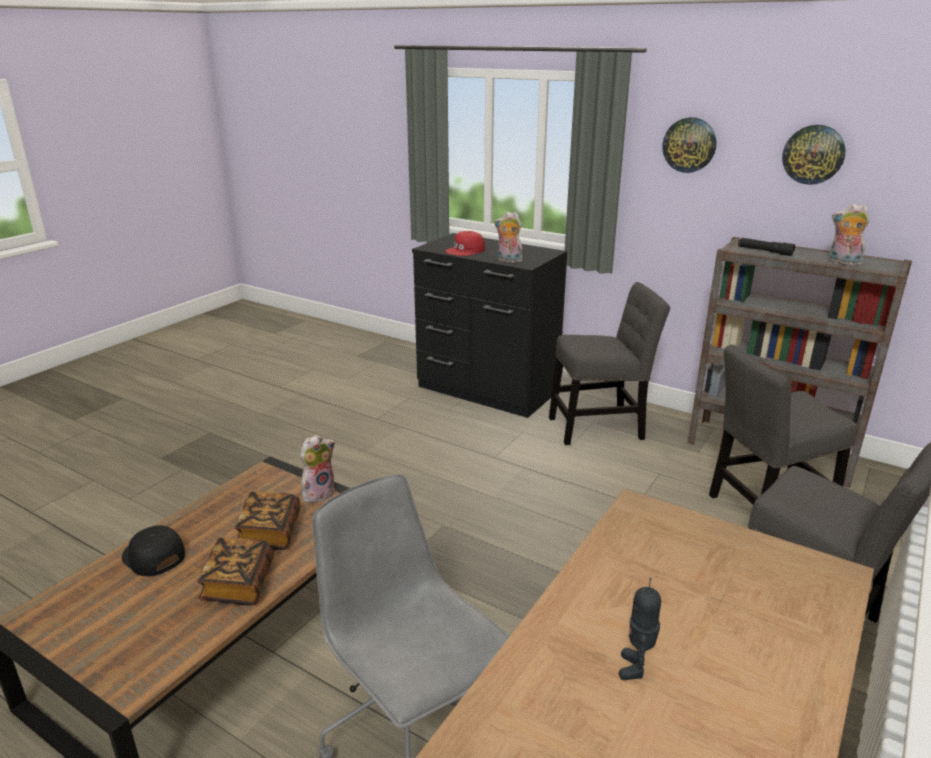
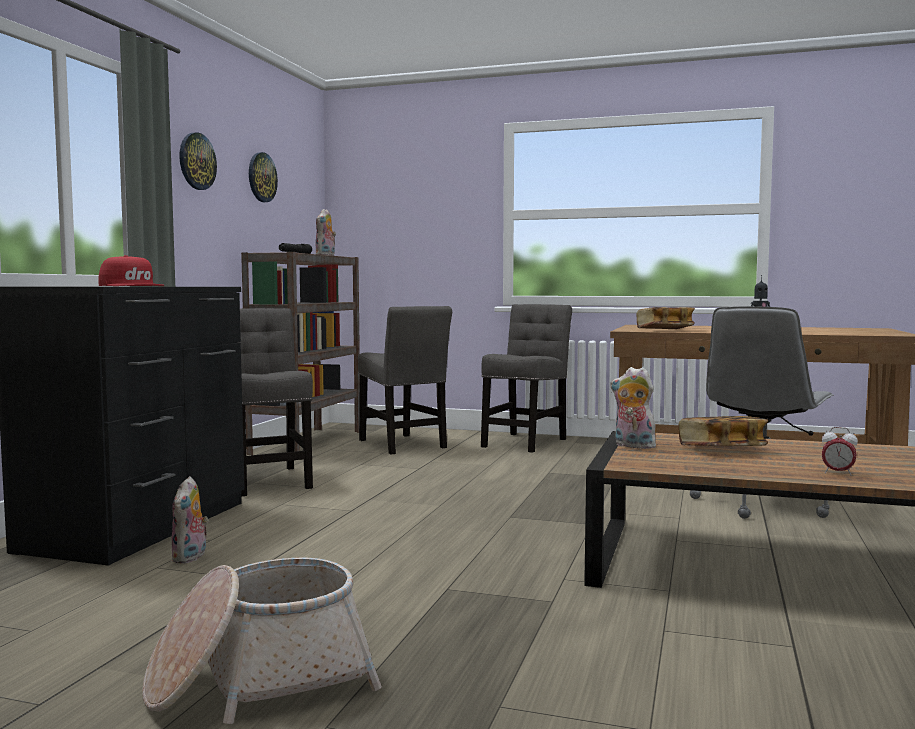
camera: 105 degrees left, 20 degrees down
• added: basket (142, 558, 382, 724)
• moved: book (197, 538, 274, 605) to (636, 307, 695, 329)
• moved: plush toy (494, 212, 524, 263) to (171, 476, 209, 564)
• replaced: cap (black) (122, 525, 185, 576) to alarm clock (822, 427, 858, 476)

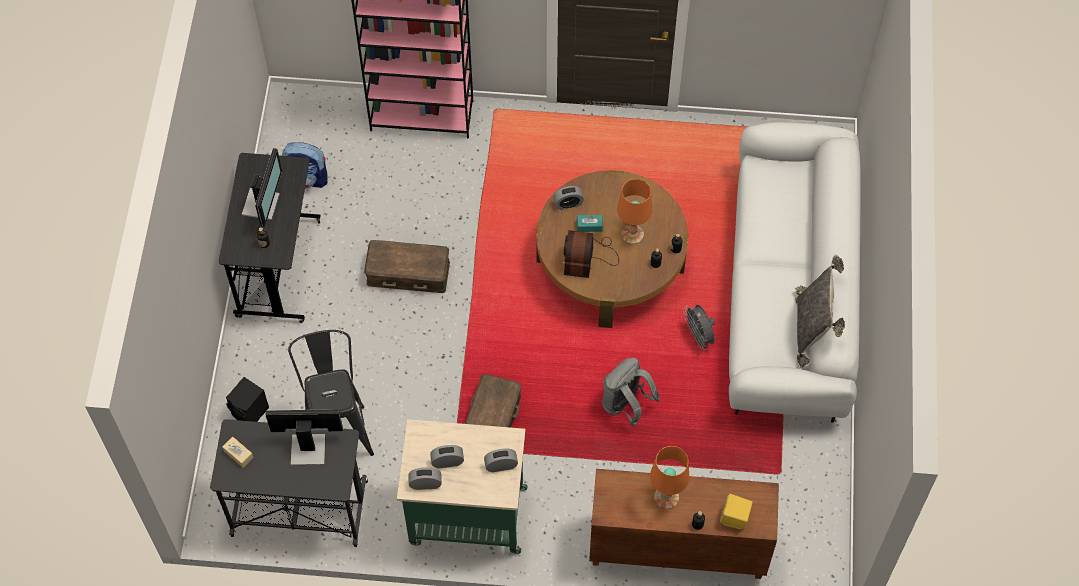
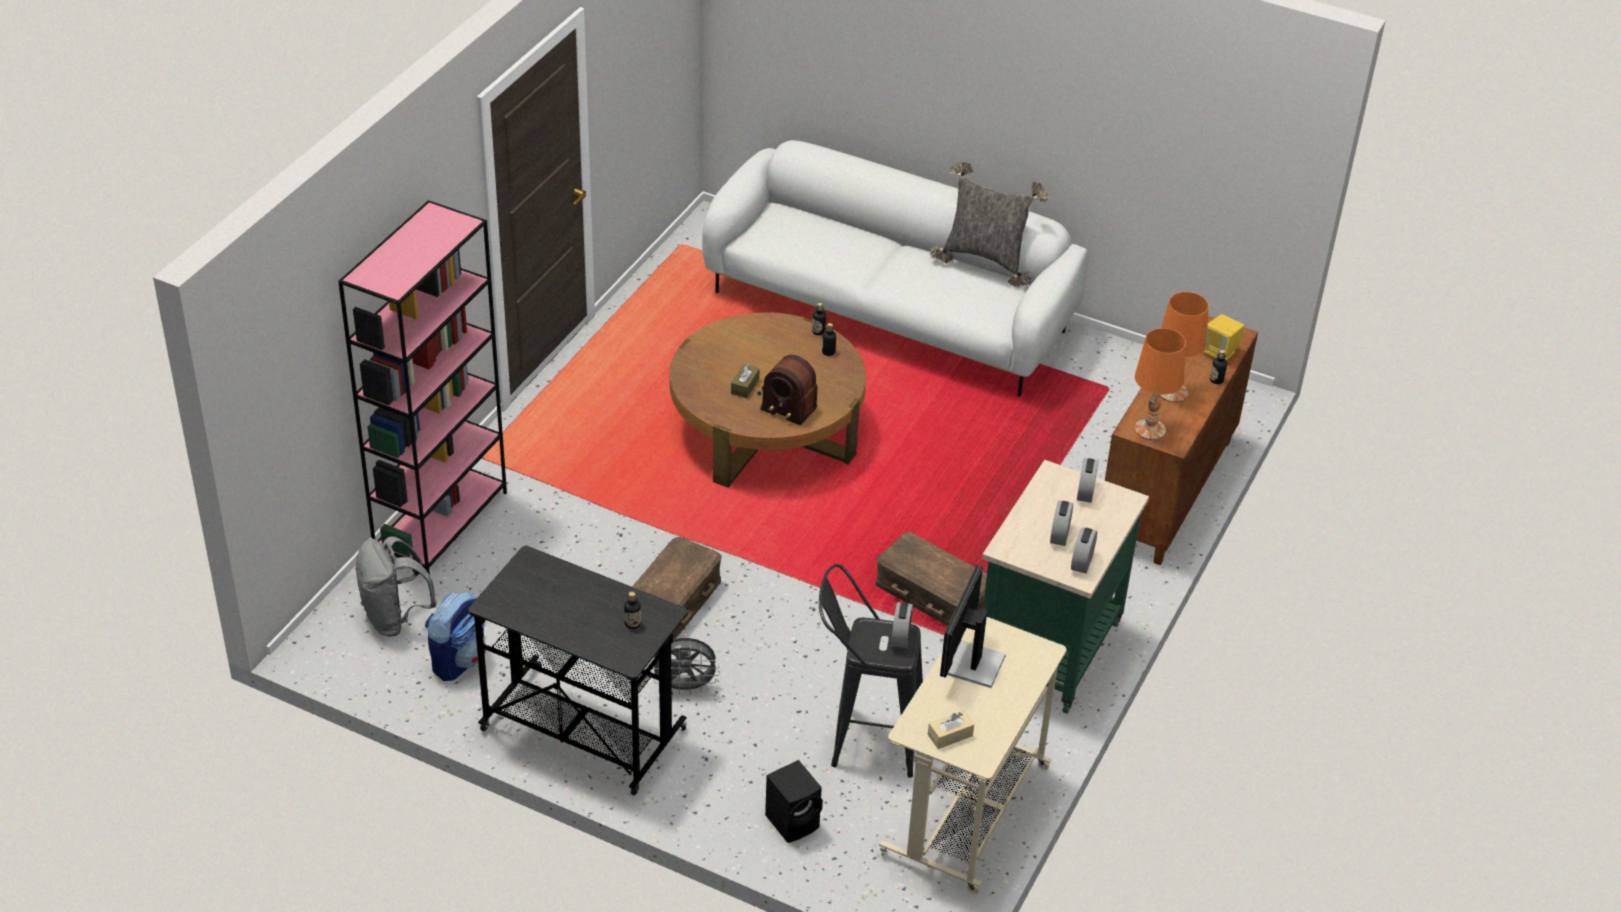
camera: 70 degrees left, 20 degrees down
• removed: monitor (242, 148, 282, 227)
• moved: alarm clock (553, 186, 584, 210) to (891, 602, 913, 648)
• moved: backpack (grey) (602, 358, 660, 426) to (356, 536, 437, 636)
• moved: table lamp (orange) (617, 179, 652, 244) to (1135, 328, 1186, 440)
• moved: fan (grey) (683, 305, 715, 351) to (652, 638, 720, 695)
• recoloured: desk (black) (210, 419, 368, 547) to desk (beige) (879, 617, 1067, 894)
• recoloured: tissue box (turquoise) (577, 215, 603, 232) to tissue box (brown) (731, 363, 759, 398)

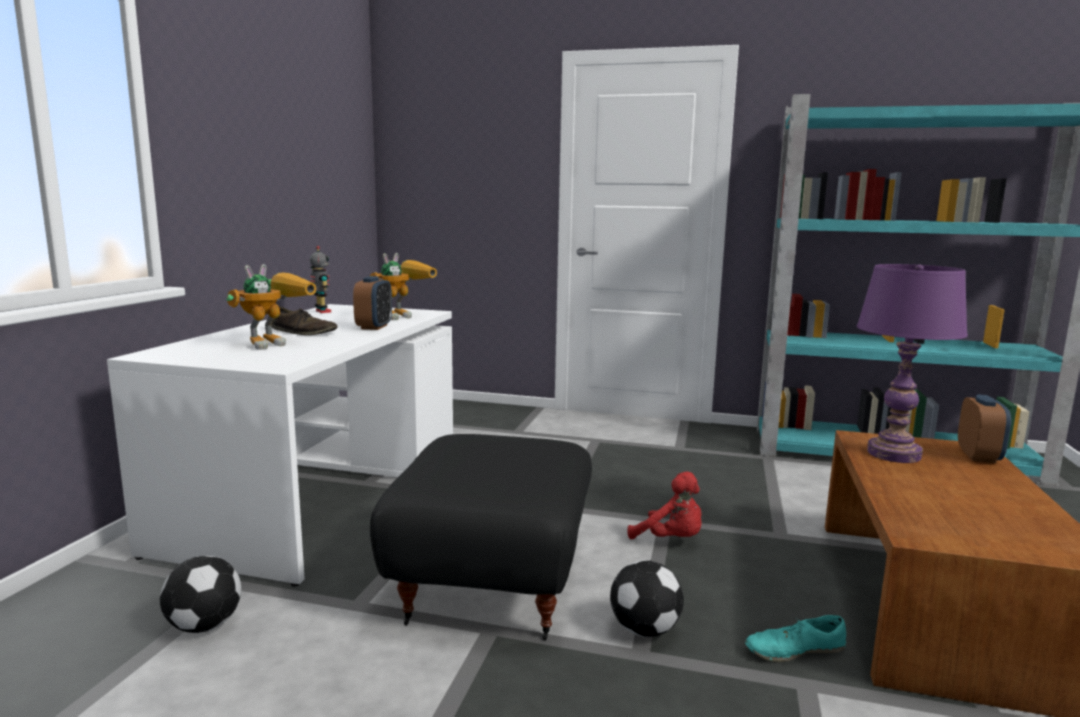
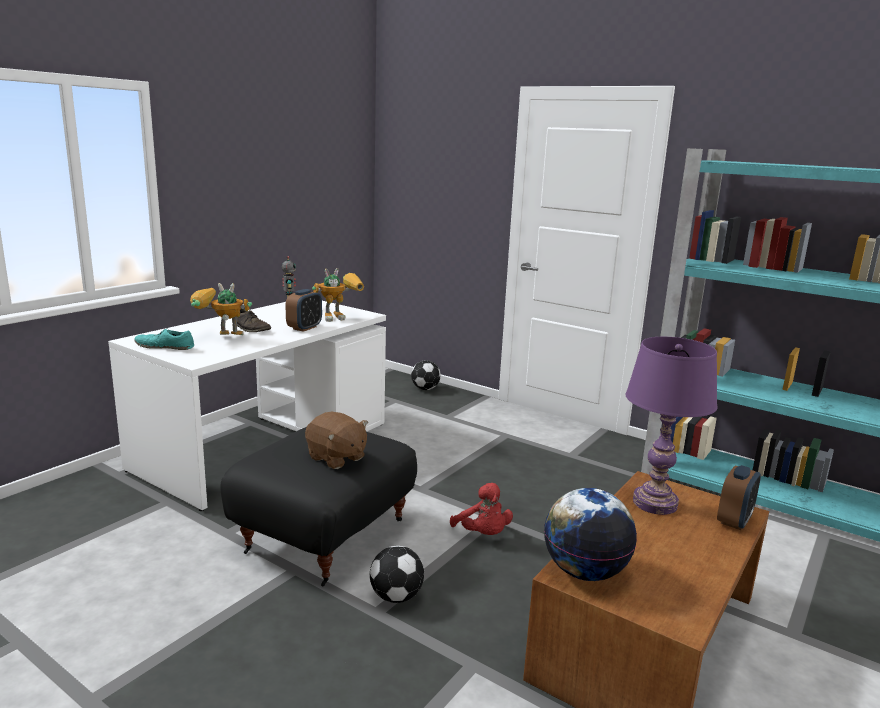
camera: 20 degrees right, 5 degrees up
• added: plush toy (brown) (305, 412, 368, 469)
• added: globe (544, 488, 637, 581)
• moved: football (160, 556, 241, 633) to (411, 360, 441, 390)
• moved: shoe (turquoise) (745, 615, 846, 662) to (134, 329, 194, 350)
• turned: toy robot (226, 264, 317, 350) = (190, 283, 252, 335) 150 degrees counterclockwise

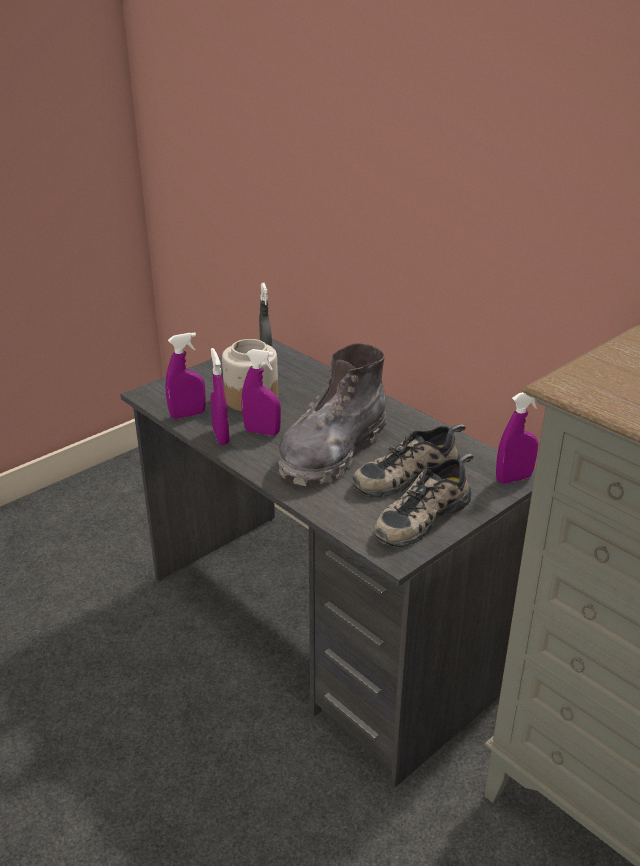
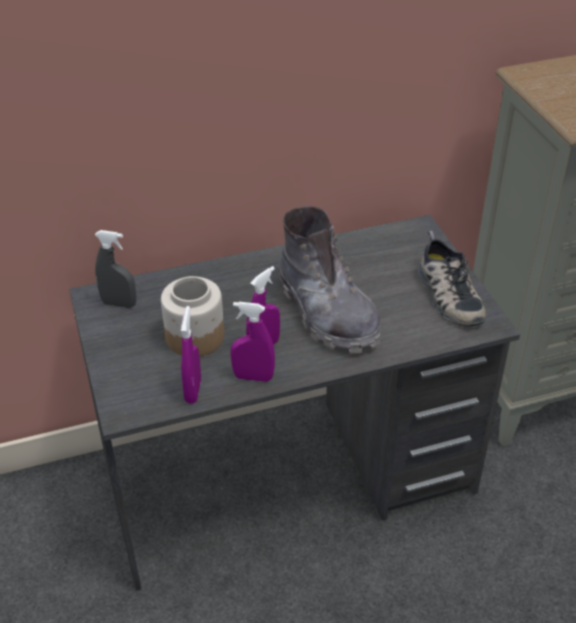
camera: 65 degrees left, 10 degrees up
• removed: shoe (352, 424, 466, 497)
• removed: spray bottle (purple) (496, 392, 539, 484)

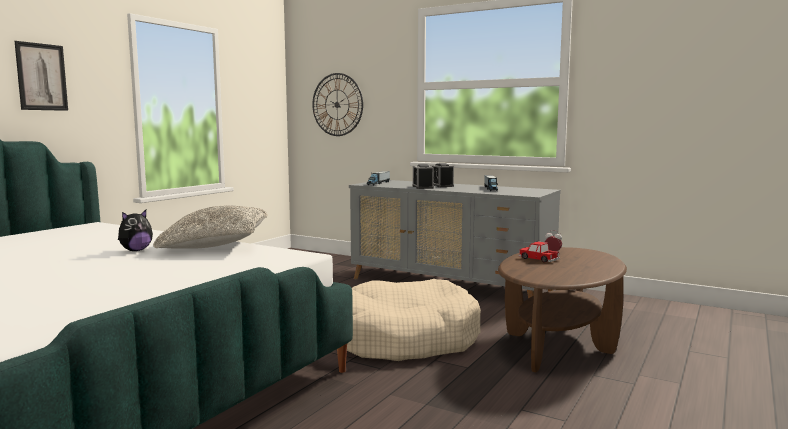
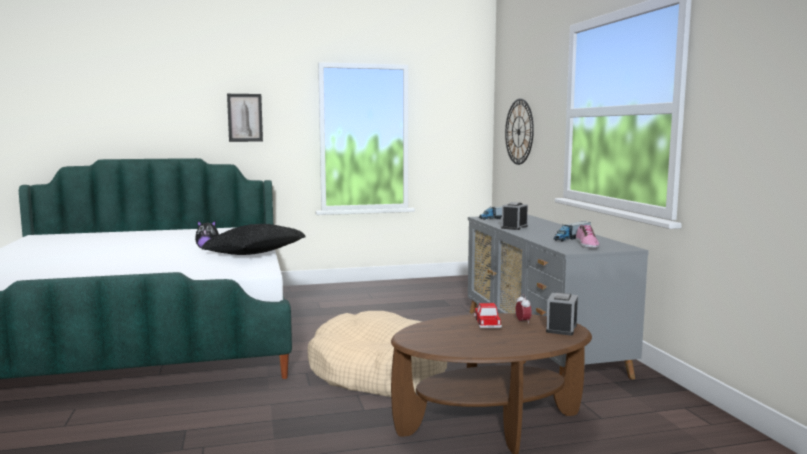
camera: 45 degrees right, 0 degrees up
• added: shoe (576, 225, 599, 248)
• moved: alarm clock (431, 163, 454, 187) to (546, 293, 578, 335)
• recoloured: pillow (beige) (153, 205, 268, 249) to pillow (black) (201, 224, 306, 255)

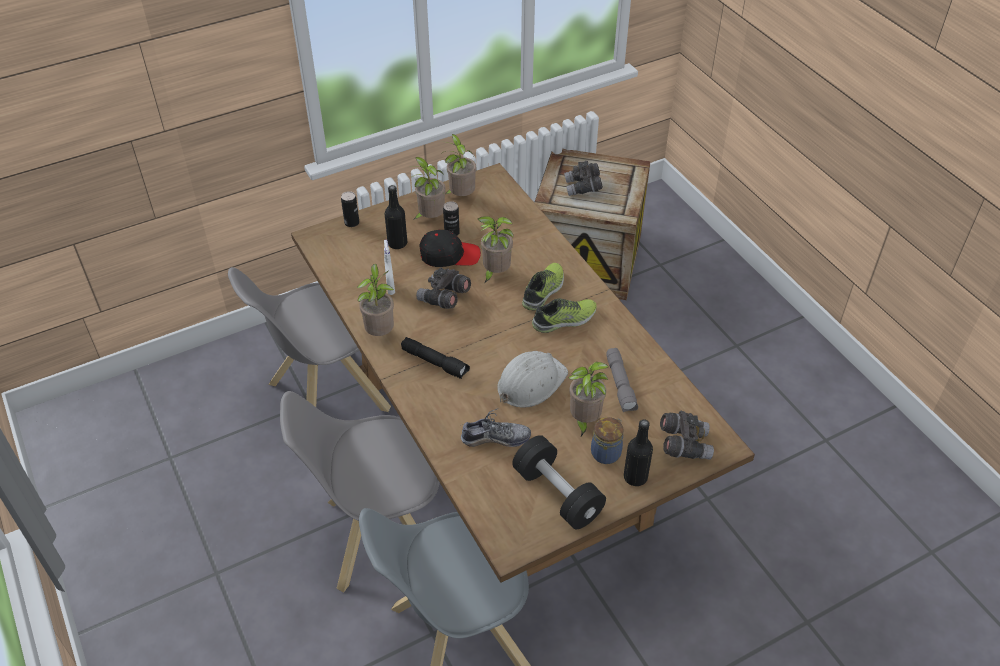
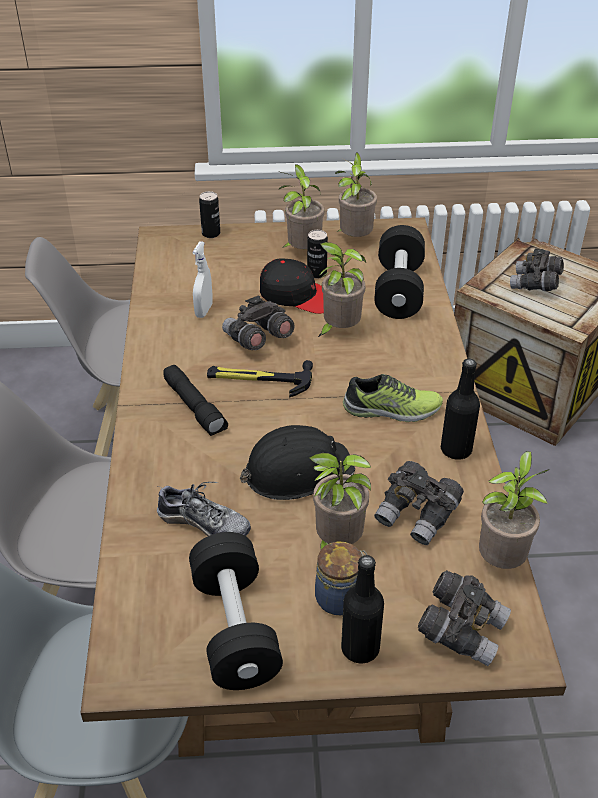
camera: 25 degrees right, 5 degrees down
• removed: shoe (522, 263, 564, 311)
• added: hammer (207, 360, 313, 397)
• added: dumbbell (black) (374, 225, 425, 319)
• moved: potted plant (357, 264, 394, 336) to (479, 451, 550, 569)
• moved: bottle (black) (385, 185, 407, 249) to (441, 359, 480, 460)
• replaced: flashlight (grey) (606, 348, 638, 412) to binoculars (grey) (374, 461, 464, 545)
• recoloured: hard hat (white) (497, 351, 568, 407) to hard hat (black) (240, 425, 355, 500)

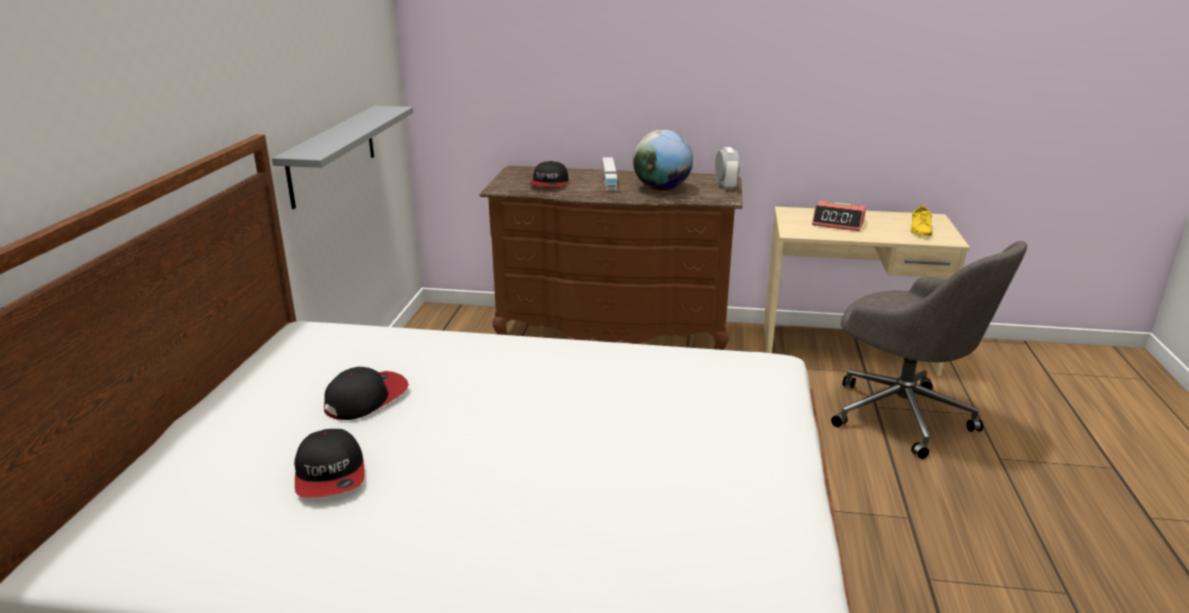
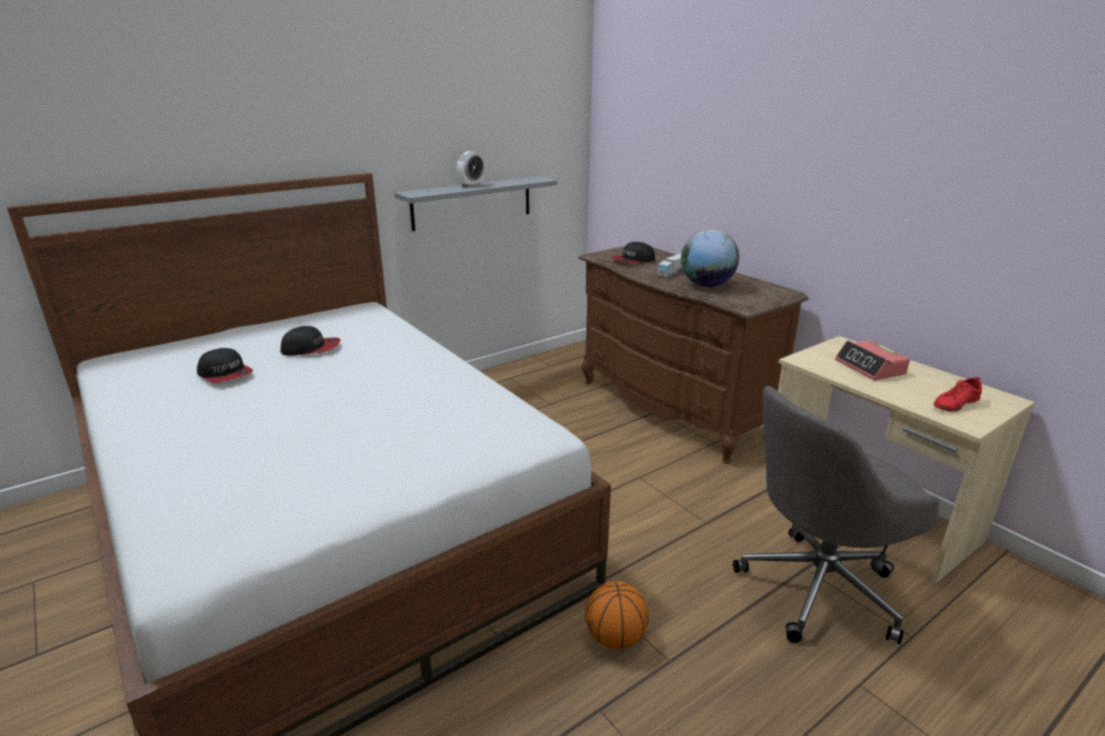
camera: 45 degrees right, 0 degrees up
• added: basketball (585, 581, 649, 649)
• moved: alarm clock (715, 147, 740, 190) to (457, 151, 484, 188)
• recoloured: shoe (yellow) (911, 205, 932, 236) to shoe (red) (933, 377, 982, 412)
• turned: cap (294, 429, 365, 498) = (197, 348, 253, 383) 75 degrees counterclockwise
• turned: office chair (grey) (831, 241, 1027, 459) = (733, 386, 939, 645) 60 degrees clockwise

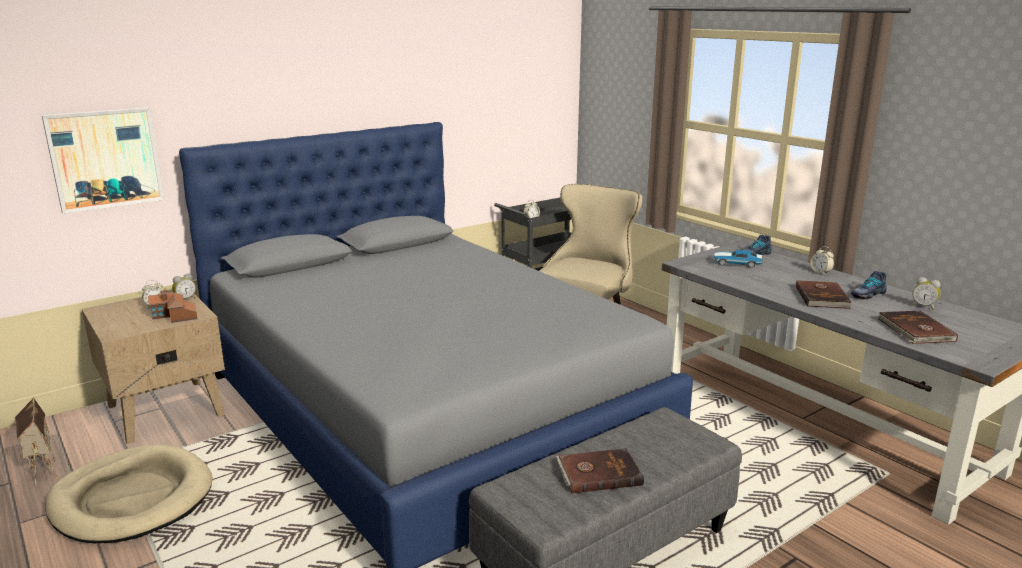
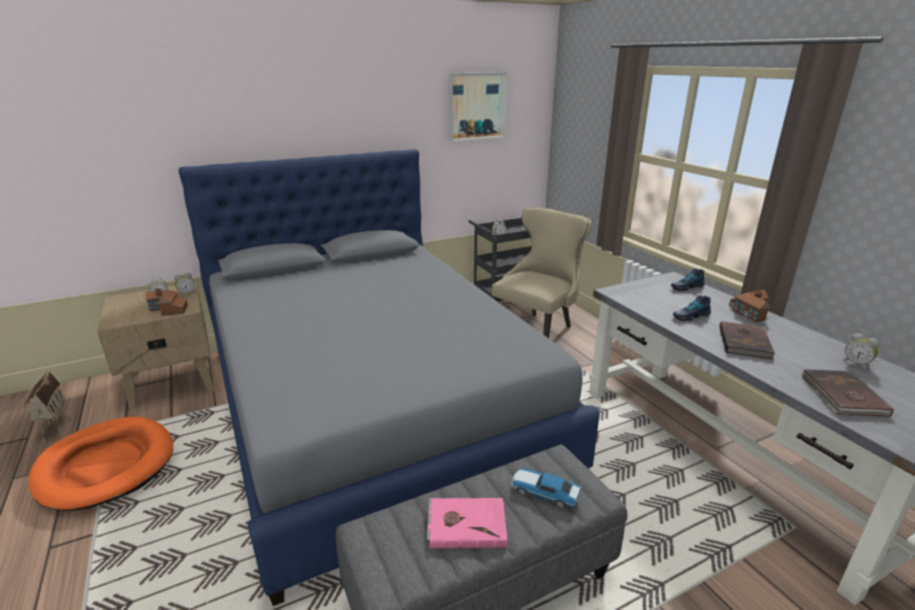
camera: 10 degrees right, 5 degrees up
• moved: picture (42, 108, 165, 214) to (449, 72, 507, 141)
• moved: toy car (712, 250, 763, 268) to (511, 468, 582, 508)
• moved: shoe (851, 271, 887, 299) to (673, 295, 711, 321)
• replaced: alarm clock (810, 247, 834, 274) to toy house (729, 289, 771, 323)
• recoloured: dog bed (beige) (46, 445, 213, 543) to dog bed (orange) (29, 417, 173, 511)
• recoloured: book (brown) (556, 448, 644, 493) to book (pink) (427, 498, 508, 548)

